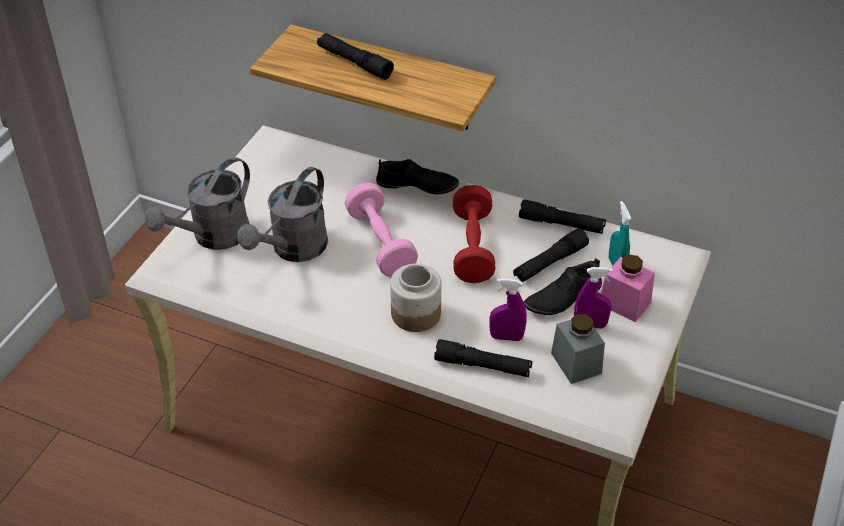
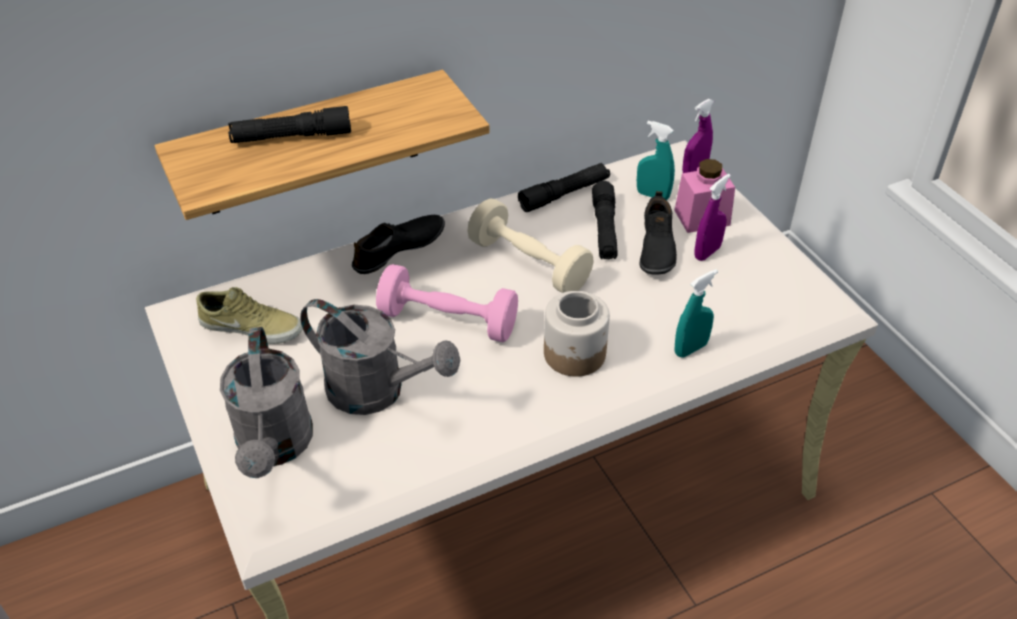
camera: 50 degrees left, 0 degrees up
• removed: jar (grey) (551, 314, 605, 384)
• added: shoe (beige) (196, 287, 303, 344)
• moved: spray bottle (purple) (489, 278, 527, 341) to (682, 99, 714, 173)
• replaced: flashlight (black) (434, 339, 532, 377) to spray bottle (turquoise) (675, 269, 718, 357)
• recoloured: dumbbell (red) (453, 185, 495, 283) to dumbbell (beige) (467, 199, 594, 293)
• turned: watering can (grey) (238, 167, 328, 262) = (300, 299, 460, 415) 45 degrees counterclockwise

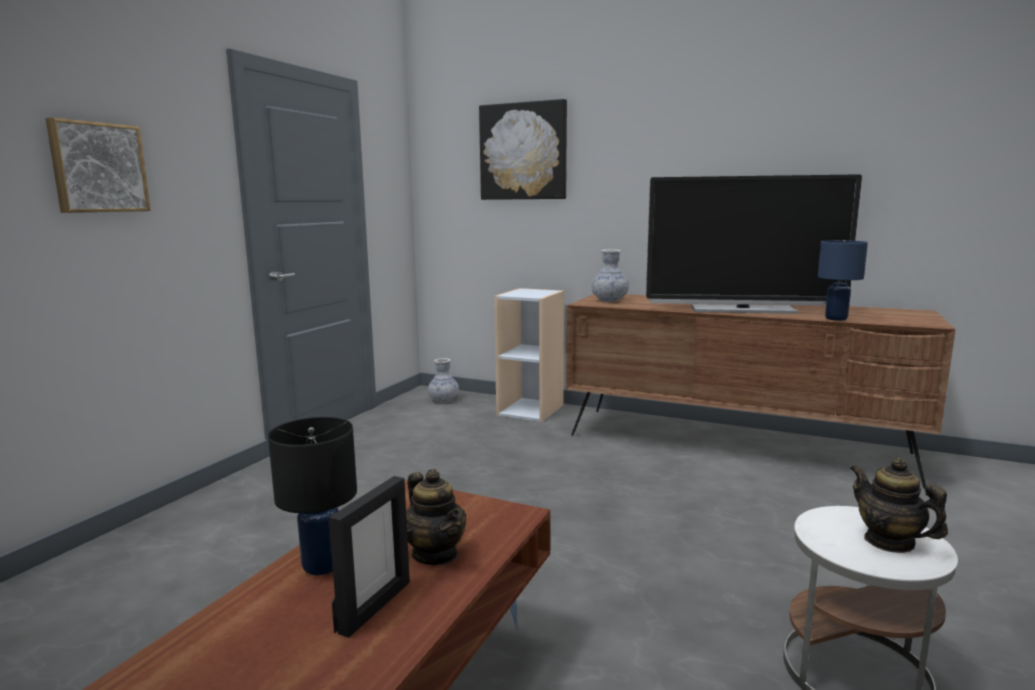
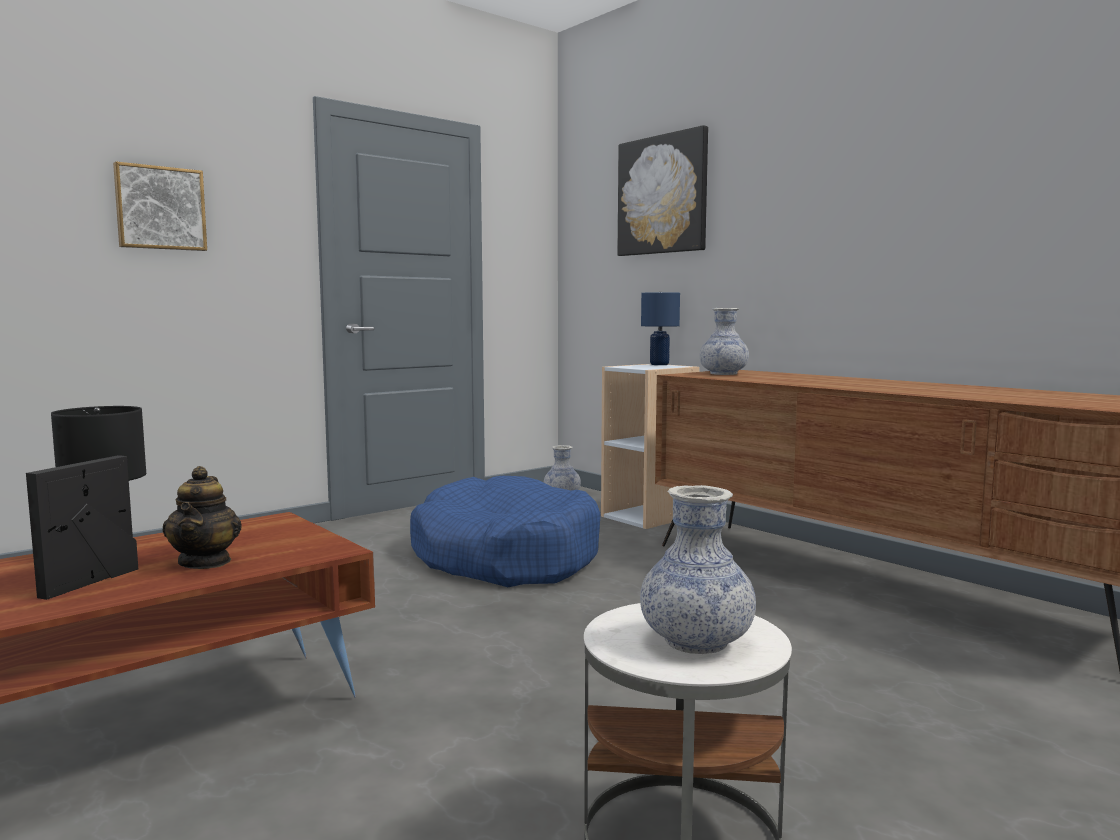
camera: 25 degrees right, 5 degrees down
• removed: television (646, 174, 862, 314)
• added: dog bed (blue) (410, 476, 601, 587)
• moved: table lamp (blue) (818, 240, 868, 321) to (641, 291, 680, 365)
• replaced: teapot (850, 458, 948, 553) to vase (640, 485, 756, 654)
• turned: picture frame (329, 476, 410, 638) = (26, 455, 138, 600) 150 degrees clockwise

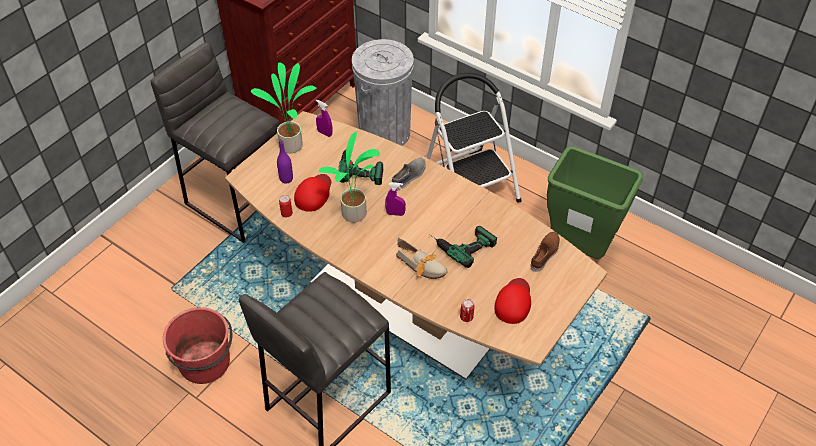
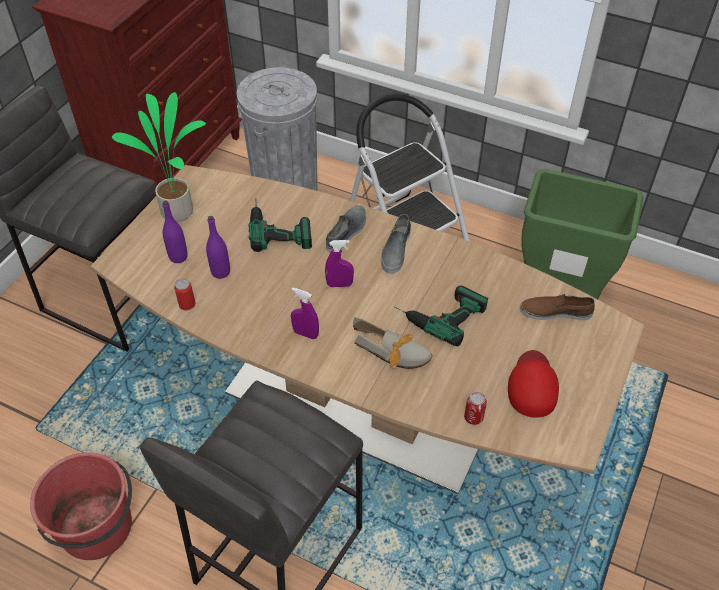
camera: 10 degrees left, 0 degrees up
• removed: potted plant (318, 132, 380, 222)
• added: shoe (grey) (381, 214, 411, 274)
• moved: spray bottle (purple) (316, 99, 332, 137) to (291, 287, 319, 339)
• replaced: cap (red) (294, 174, 331, 212) to bottle (purple) (206, 216, 230, 279)
• turned: shoe (brown) (530, 232, 560, 272) = (520, 294, 595, 320) 105 degrees counterclockwise

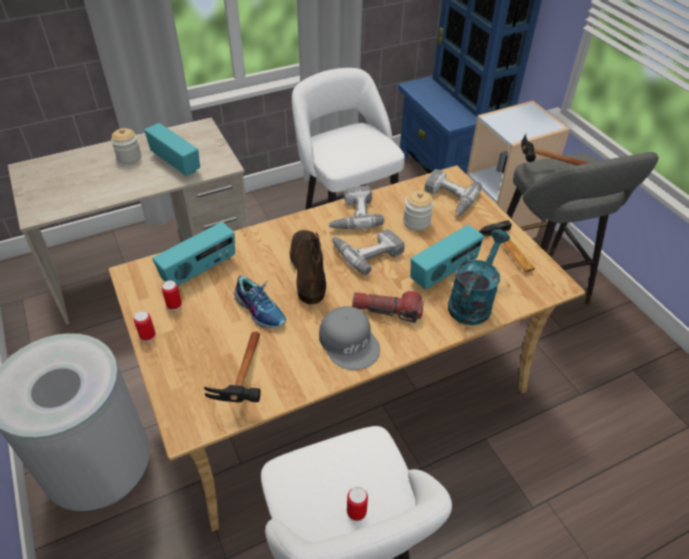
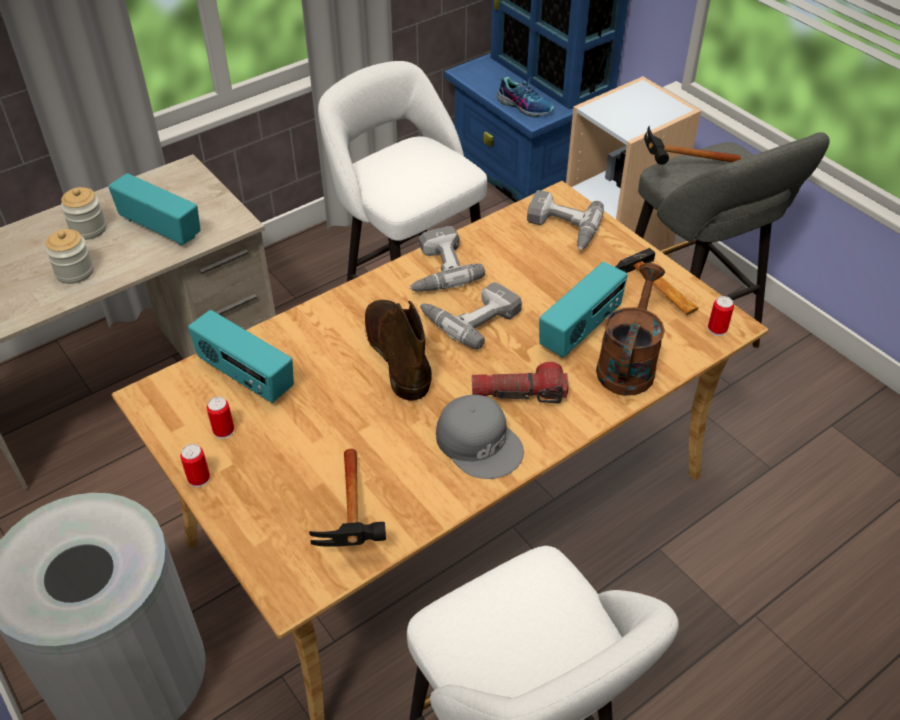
camera: 10 degrees left, 0 degrees up
• moved: shoe (234, 276, 286, 328) to (497, 76, 554, 117)
• moved: can (347, 487, 368, 521) to (708, 296, 734, 336)
• moved: jar (403, 191, 434, 231) to (45, 229, 94, 284)
• recoloured: watering can (turquoise) (448, 229, 510, 325) to watering can (brown) (596, 263, 665, 396)
• turned: radio (152, 222, 235, 286) = (188, 310, 294, 403) 90 degrees clockwise

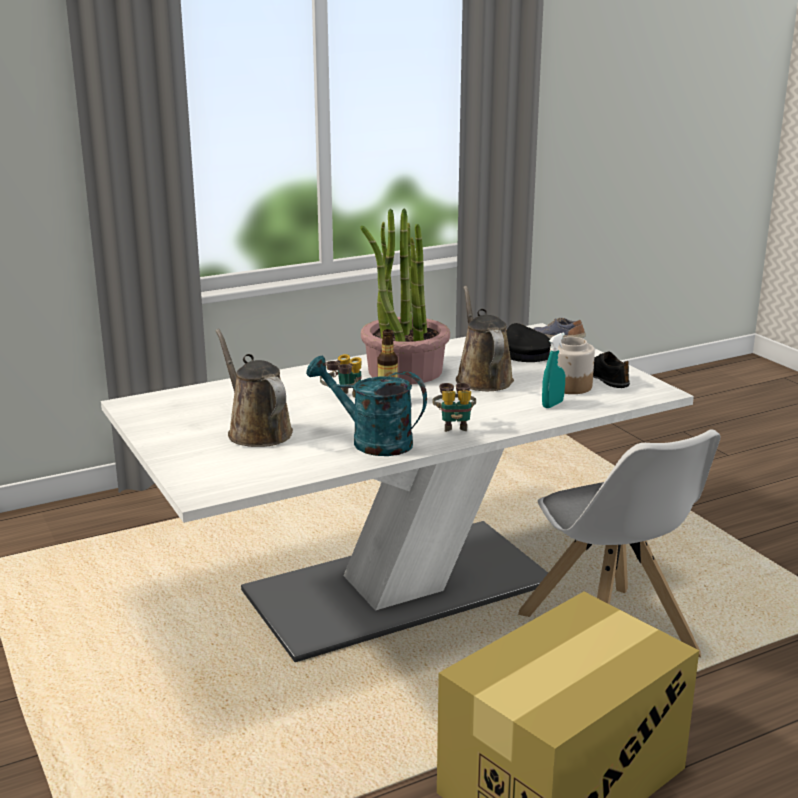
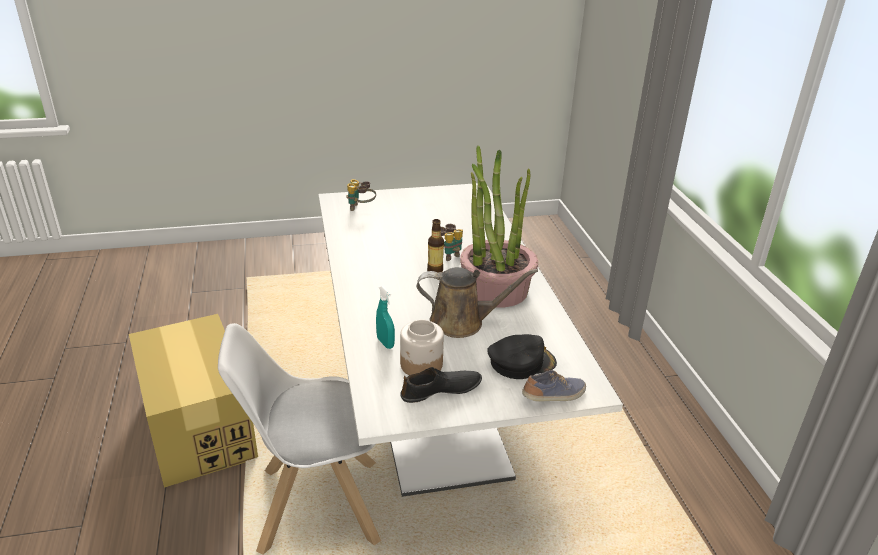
camera: 105 degrees right, 10 degrees up
• removed: watering can (brown) (215, 329, 293, 447)
• removed: watering can (turquoise) (306, 356, 427, 456)
• moved: binoculars (433, 383, 476, 432) to (346, 179, 376, 211)

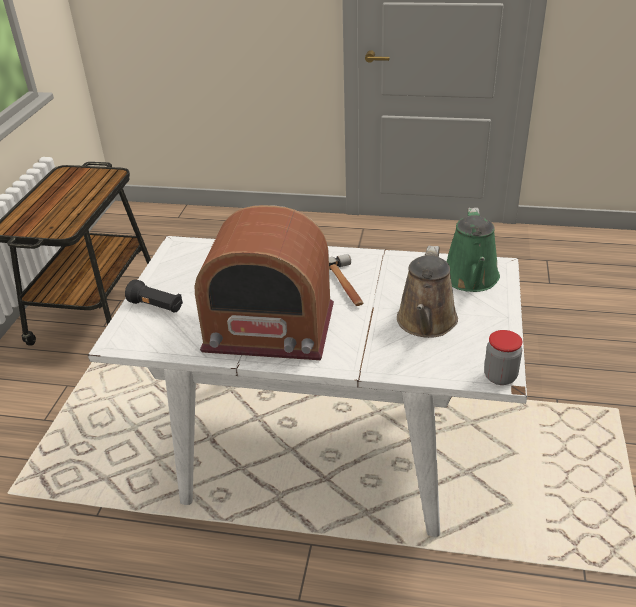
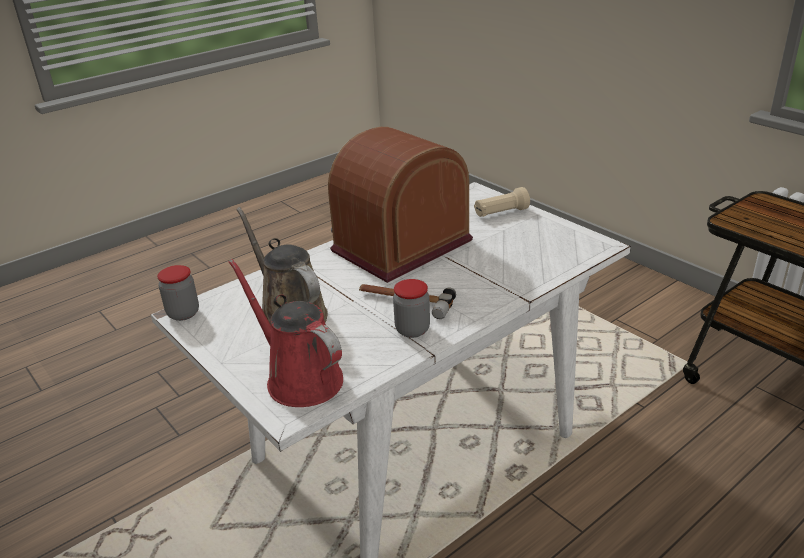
camera: 130 degrees right, 5 degrees down
• added: jar (393, 279, 430, 338)
• recoloured: flashlight (black) (125, 279, 183, 313) to flashlight (beige) (474, 187, 530, 217)
• recoloured: watering can (green) (447, 208, 500, 292) to watering can (red) (228, 259, 343, 407)

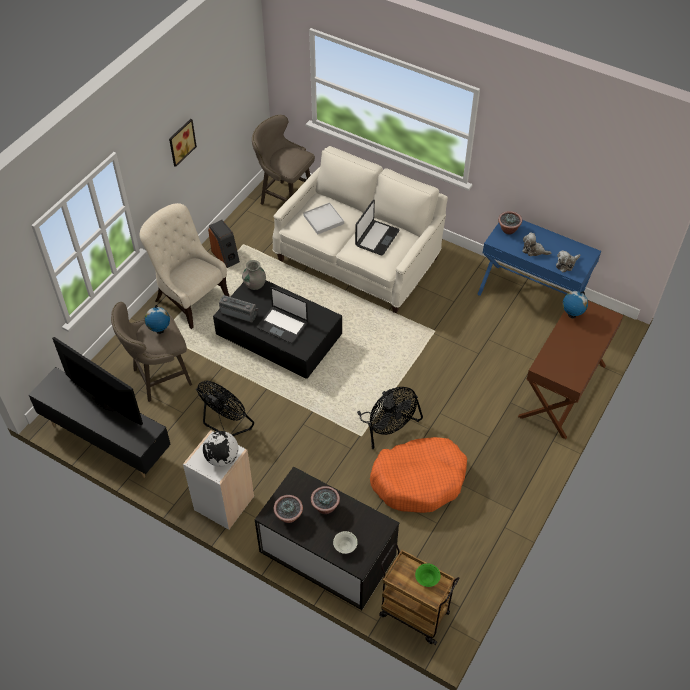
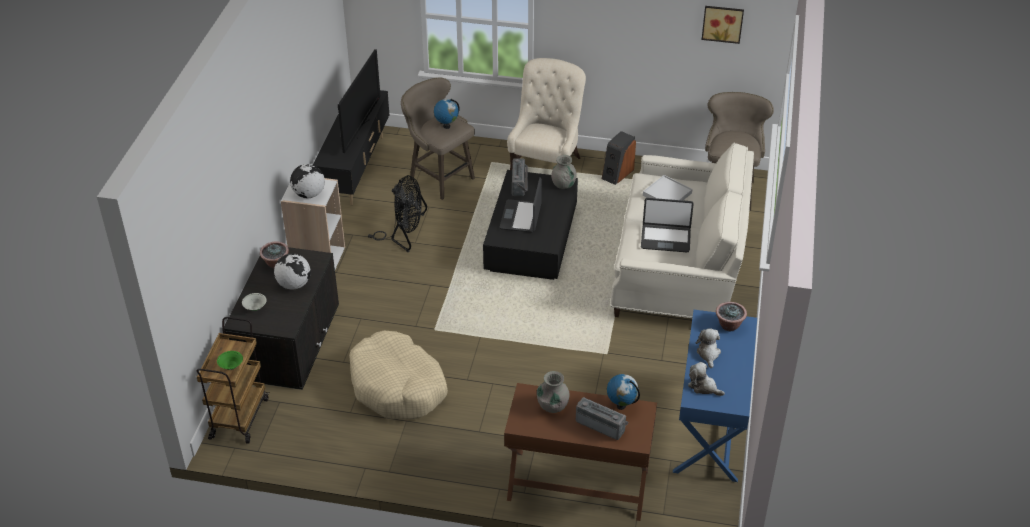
camera: 70 degrees right, 10 degrees down
• removed: fan (black) (357, 387, 423, 449)
• added: vase (grey) (537, 371, 570, 413)
• added: radio (576, 397, 628, 440)
• moved: picture (169, 119, 197, 167) to (702, 6, 744, 44)
• replaced: potted plant (311, 486, 340, 514) to globe (274, 253, 311, 290)
• recoloured: dog bed (orange) (370, 437, 467, 513) to dog bed (beige) (349, 330, 448, 419)

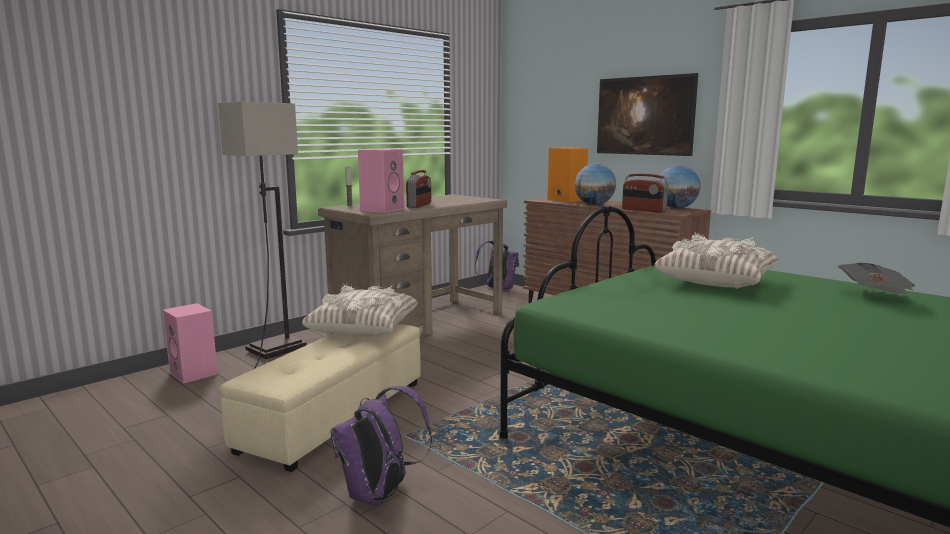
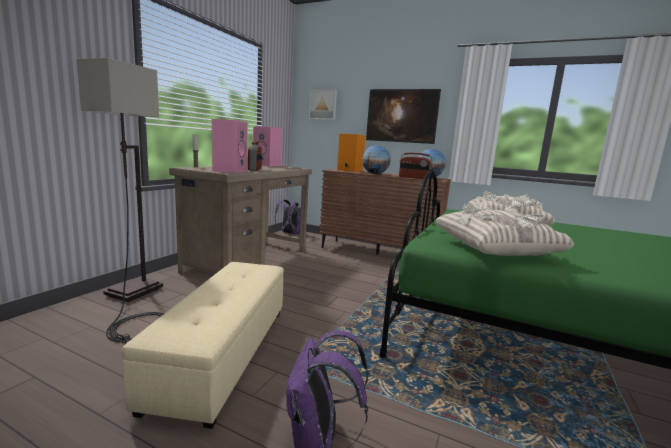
camera: 20 degrees left, 0 degrees up
• removed: newspaper (838, 263, 915, 293)
• added: picture (309, 90, 337, 120)
• moved: speaker (pink) (163, 303, 218, 384) to (253, 126, 282, 167)
• moved: pillow (beige) (302, 284, 418, 337) to (436, 203, 574, 256)

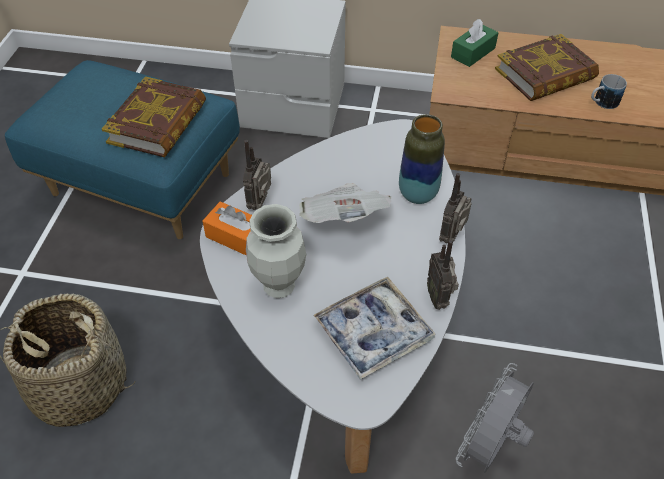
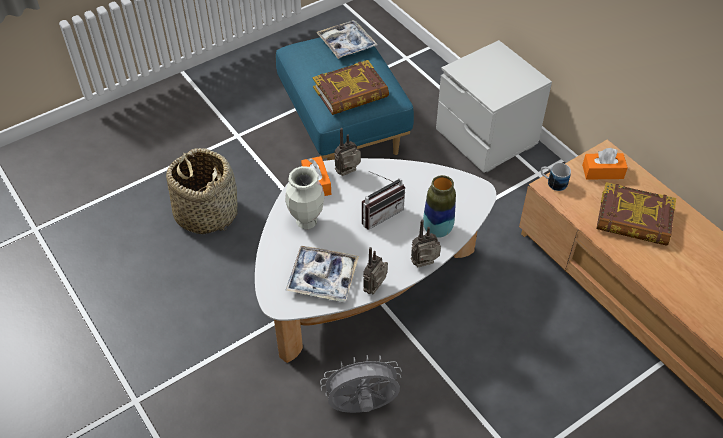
camera: 45 degrees right, 0 degrees up
• added: tray (316, 20, 378, 59)
• moved: mug (591, 74, 627, 109) to (541, 163, 571, 191)
• replaced: newspaper (299, 183, 391, 223) to radio (362, 171, 405, 229)
• recoloured: tissue box (green) (451, 19, 498, 67) to tissue box (orange) (582, 148, 628, 180)

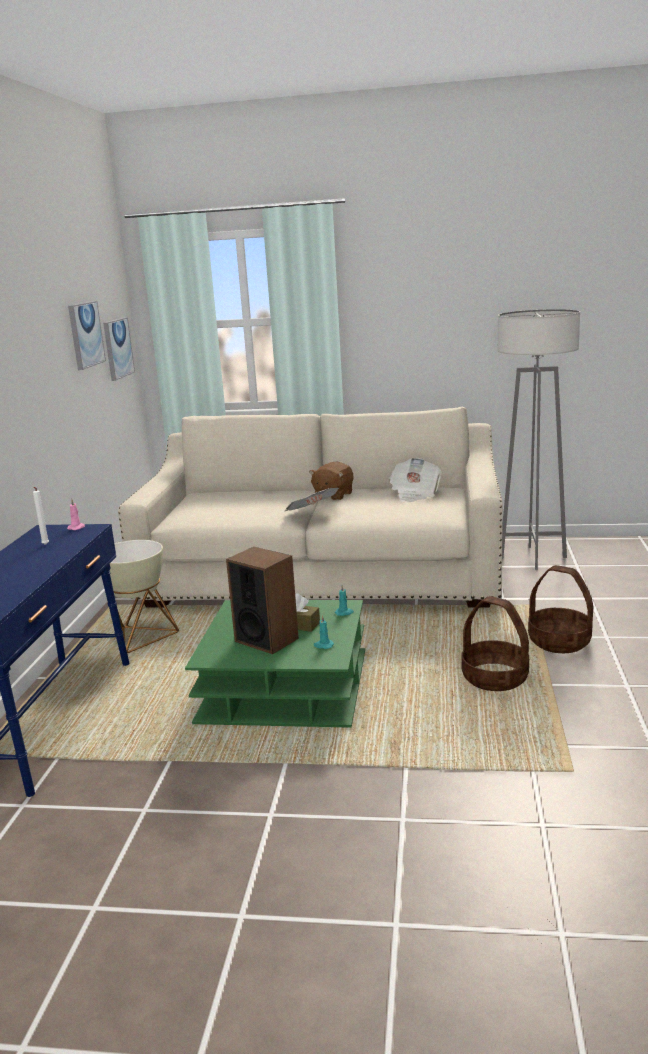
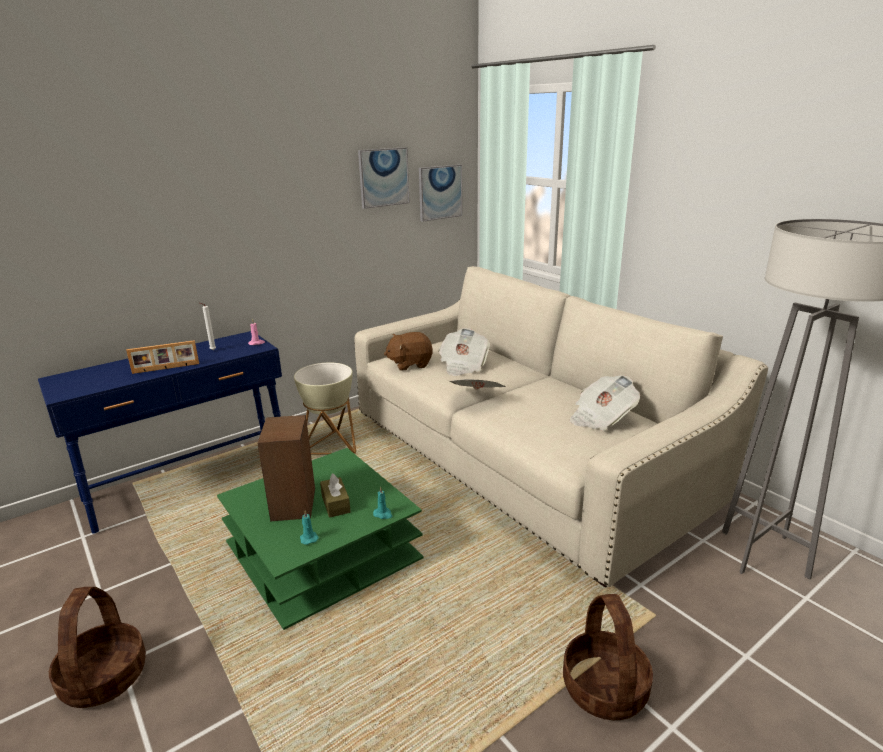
camera: 45 degrees right, 5 degrees up
• added: picture frame (126, 340, 199, 374)
• added: newspaper (438, 328, 490, 376)
• moved: plush toy (brown) (309, 461, 354, 500) to (384, 332, 433, 371)
• moved: basket (461, 596, 529, 691) to (49, 587, 146, 708)

